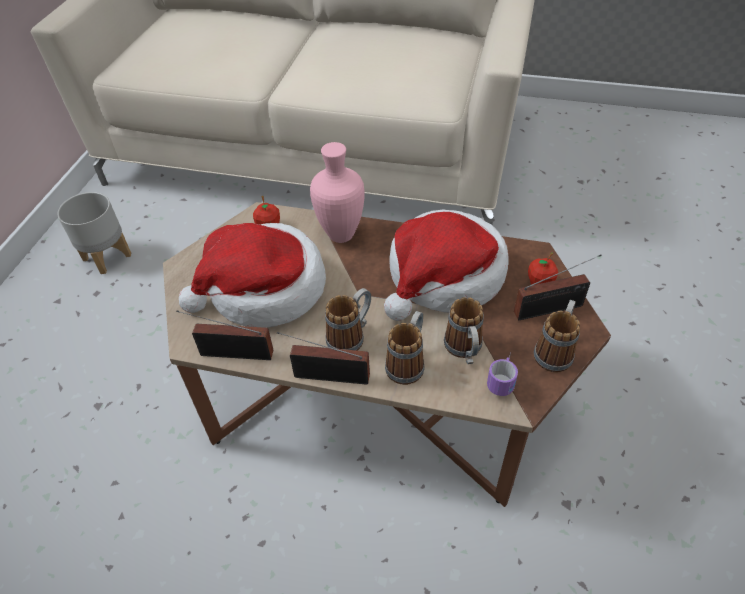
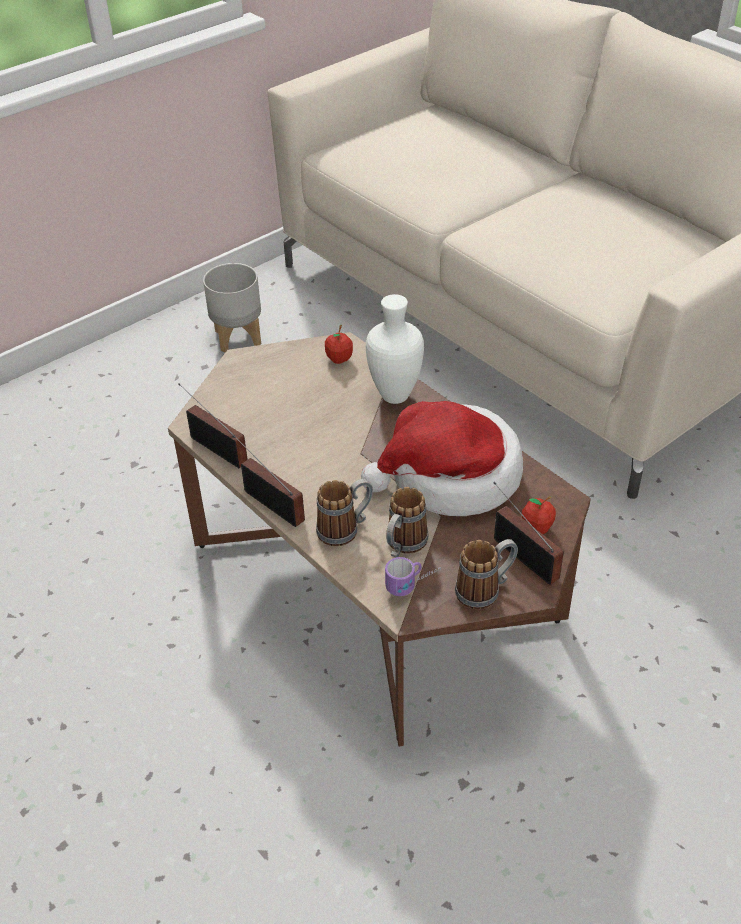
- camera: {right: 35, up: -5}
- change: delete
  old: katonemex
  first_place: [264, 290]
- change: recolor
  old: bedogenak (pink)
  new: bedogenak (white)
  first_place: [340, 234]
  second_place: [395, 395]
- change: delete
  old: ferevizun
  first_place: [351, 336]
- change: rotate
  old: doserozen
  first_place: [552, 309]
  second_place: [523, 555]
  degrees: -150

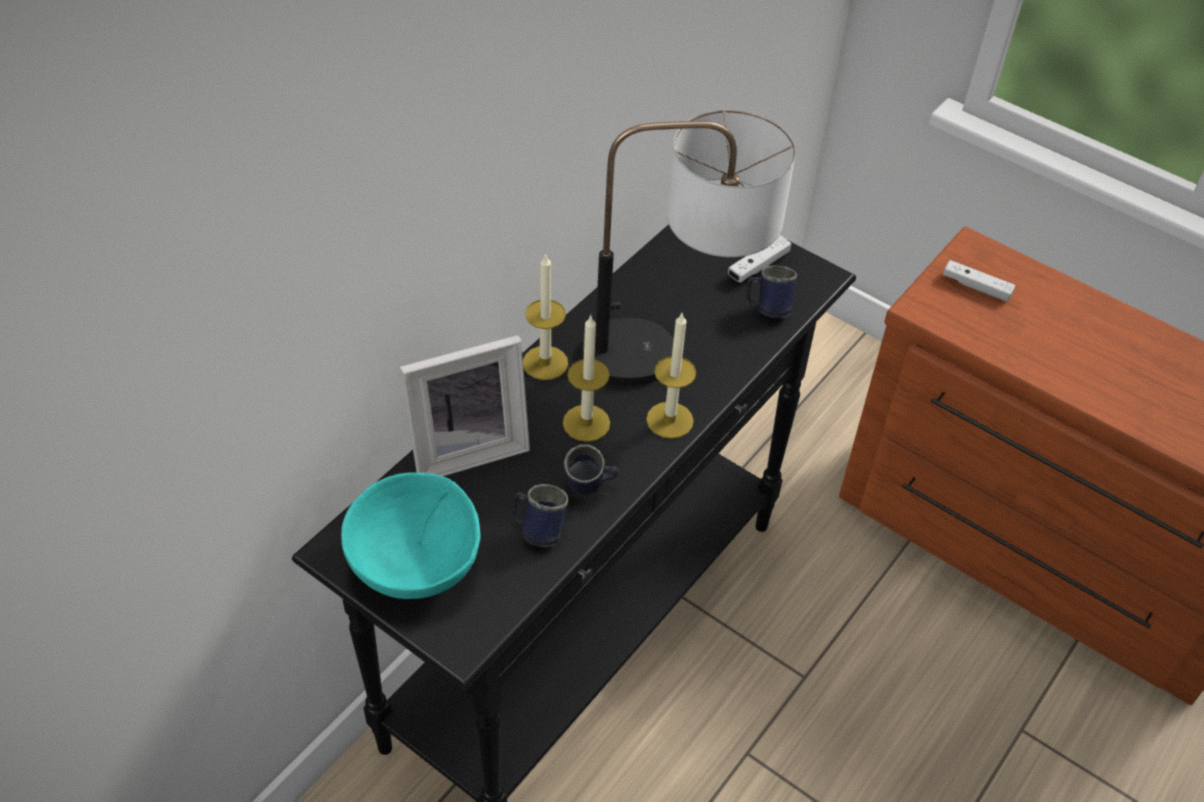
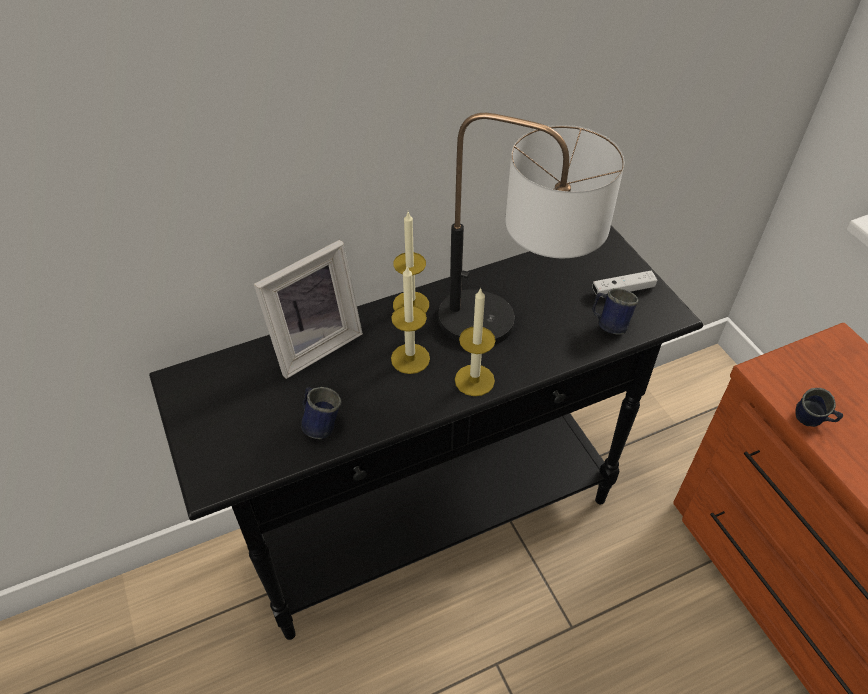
- camera: {right: 30, up: 0}
- change: delete
  old: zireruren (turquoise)
  first_place: [415, 561]
- change: rotate
  old: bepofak
  first_place: [467, 448]
  second_place: [314, 344]
  degrees: -45
- change: move
  old: ferevizun (blue)
  first_place: [590, 489]
  second_place: [811, 423]
- change: delete
  old: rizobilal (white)
  first_place: [976, 287]

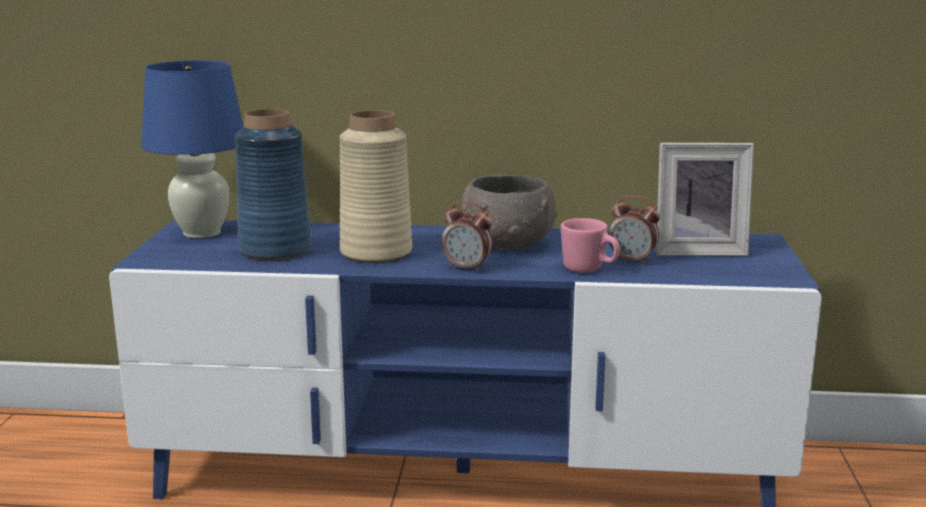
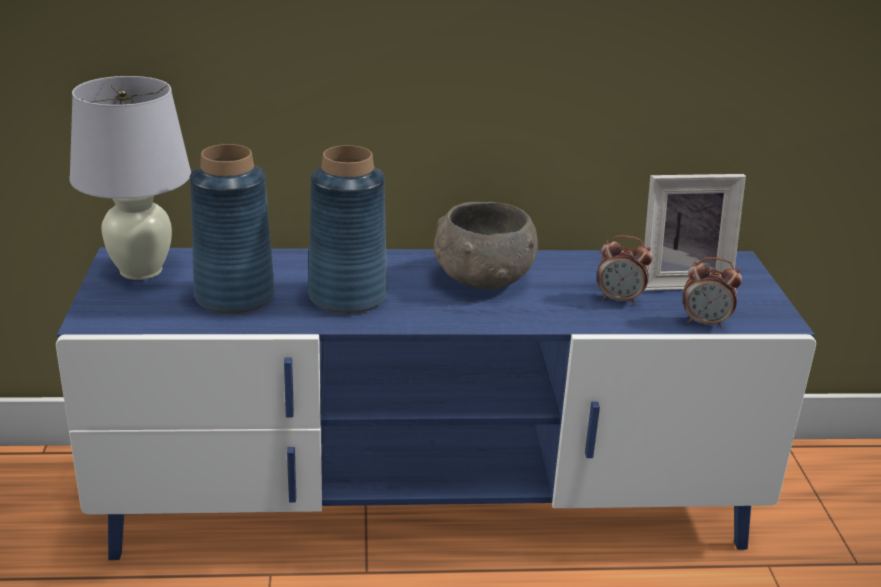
- camera: {right: -10, up: 10}
- change: recolor
  old: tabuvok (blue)
  new: tabuvok (white)
  first_place: [202, 233]
  second_place: [141, 271]
- change: recolor
  old: bedogenak (beige)
  new: bedogenak (blue)
  first_place: [376, 252]
  second_place: [348, 297]
- change: move
  old: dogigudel
  first_place: [467, 268]
  second_place: [705, 323]
- change: delete
  old: ferevizun (pink)
  first_place: [589, 270]

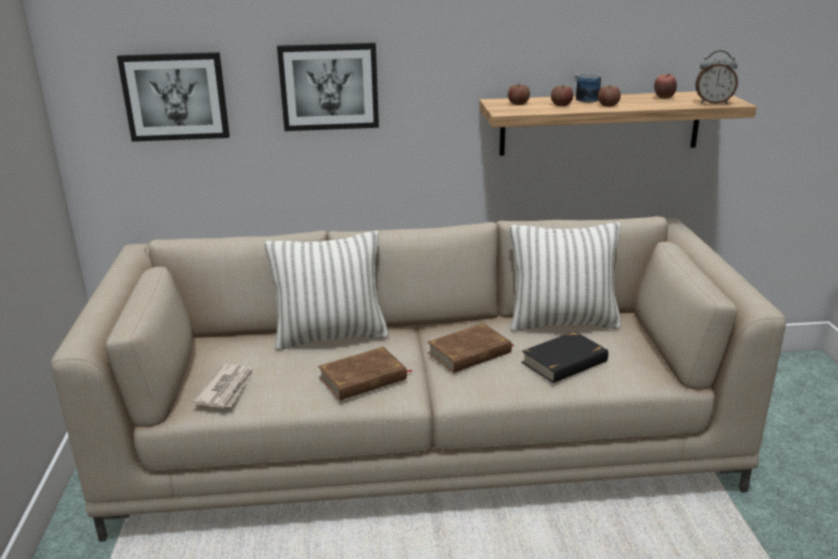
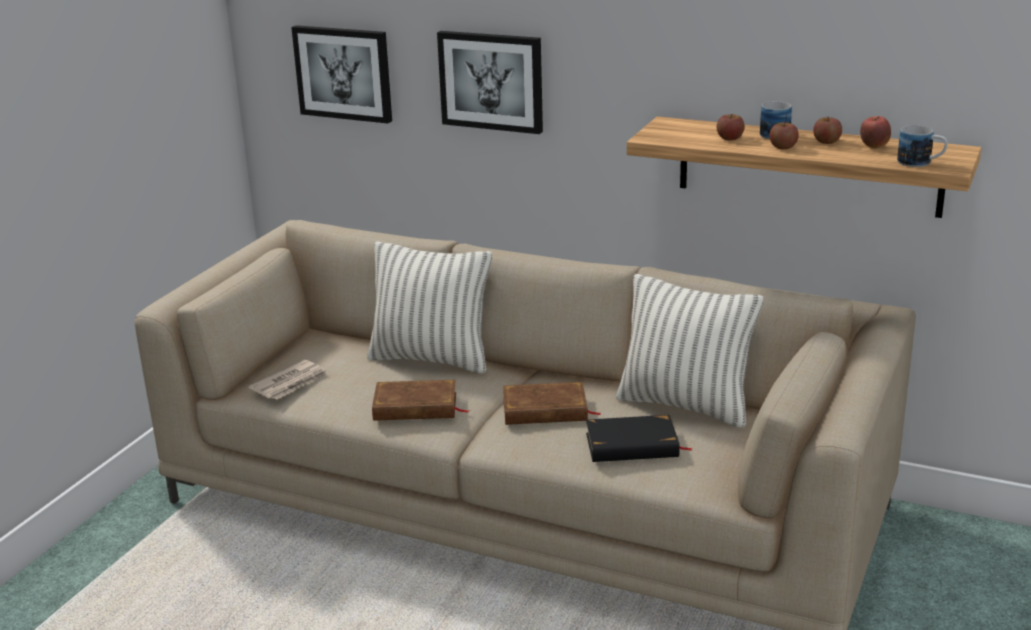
- camera: {right: 30, up: 0}
- change: move
  old: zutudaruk
  first_place: [518, 103]
  second_place: [826, 141]
- change: replace
  old: dogigudel
  new: ferevizun
  first_place: [713, 103]
  second_place: [921, 163]

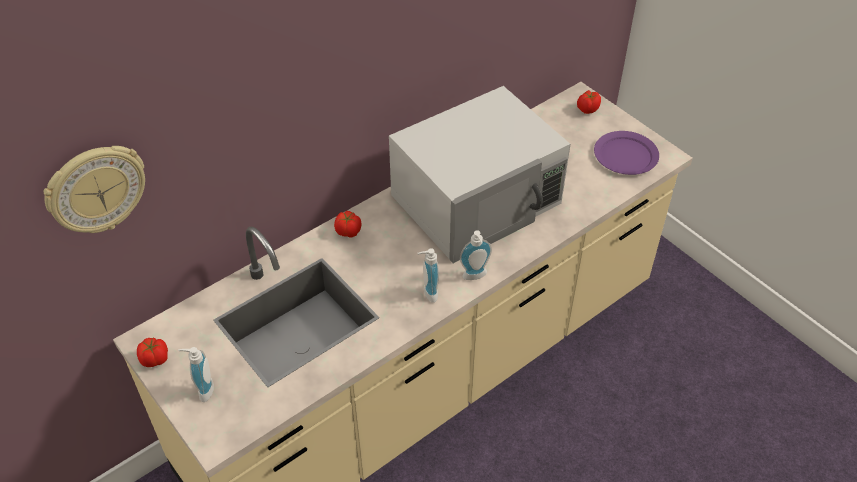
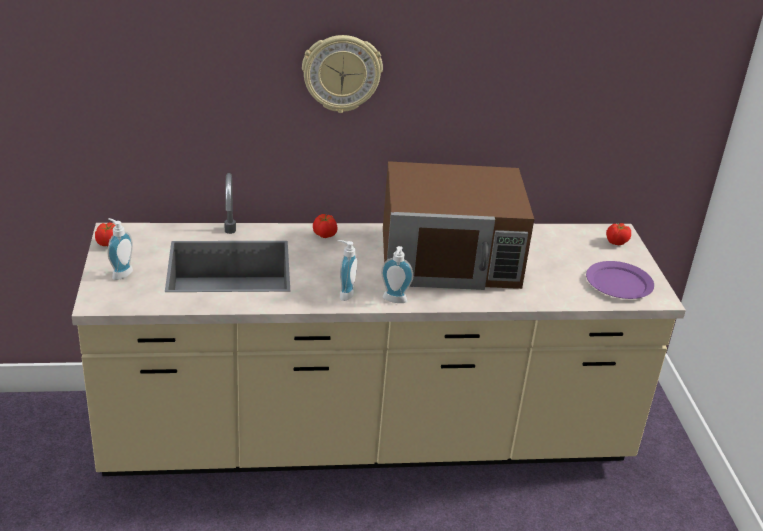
- camera: {right: 30, up: -15}
- change: move
  old: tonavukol
  first_place: [96, 189]
  second_place: [341, 73]
- change: recolor
  old: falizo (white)
  new: falizo (brown)
  first_place: [478, 200]
  second_place: [450, 258]

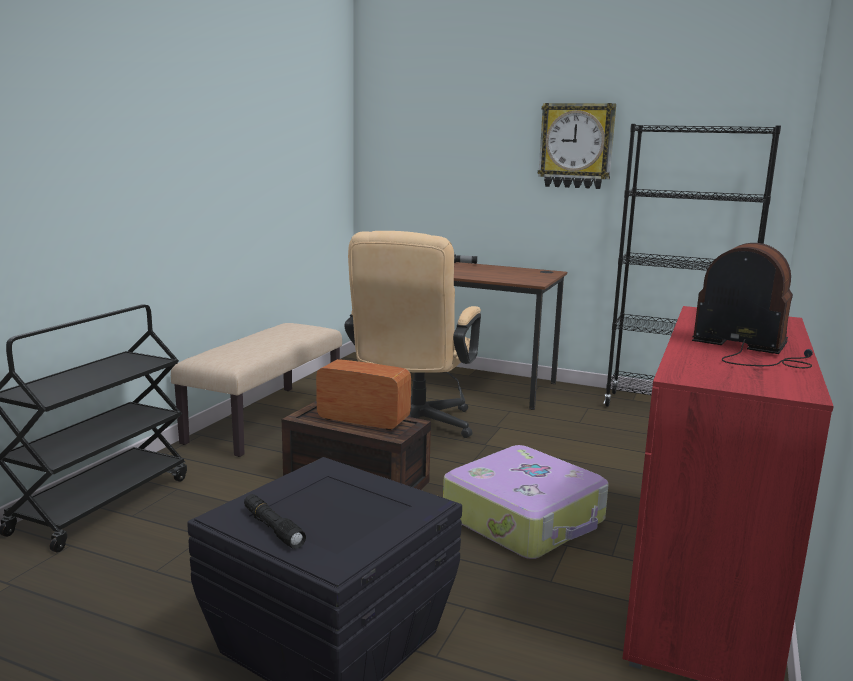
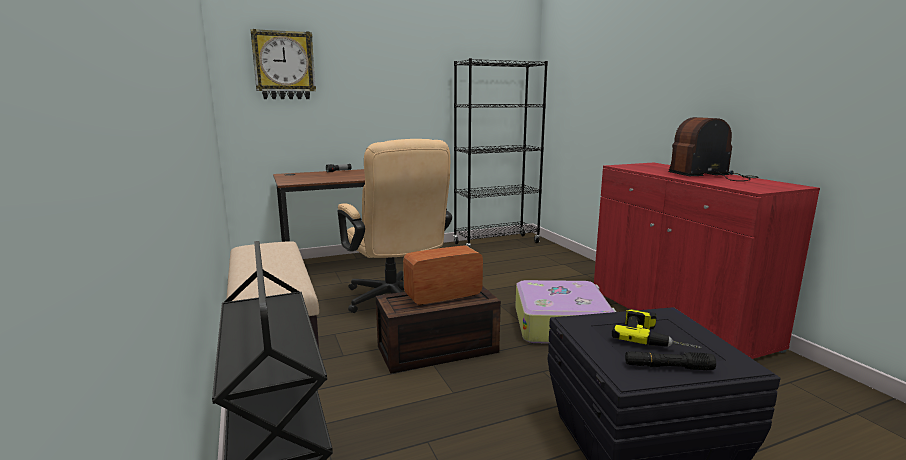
- camera: {right: -45, up: 0}
- change: move
  old: tonavukol
  first_place: [576, 146]
  second_place: [284, 65]
- change: insert
  new: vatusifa
  second_place: [656, 337]

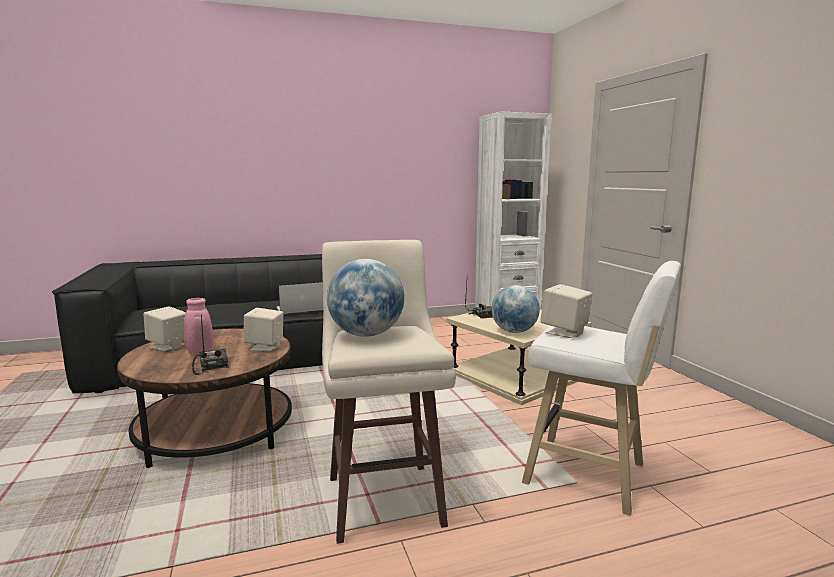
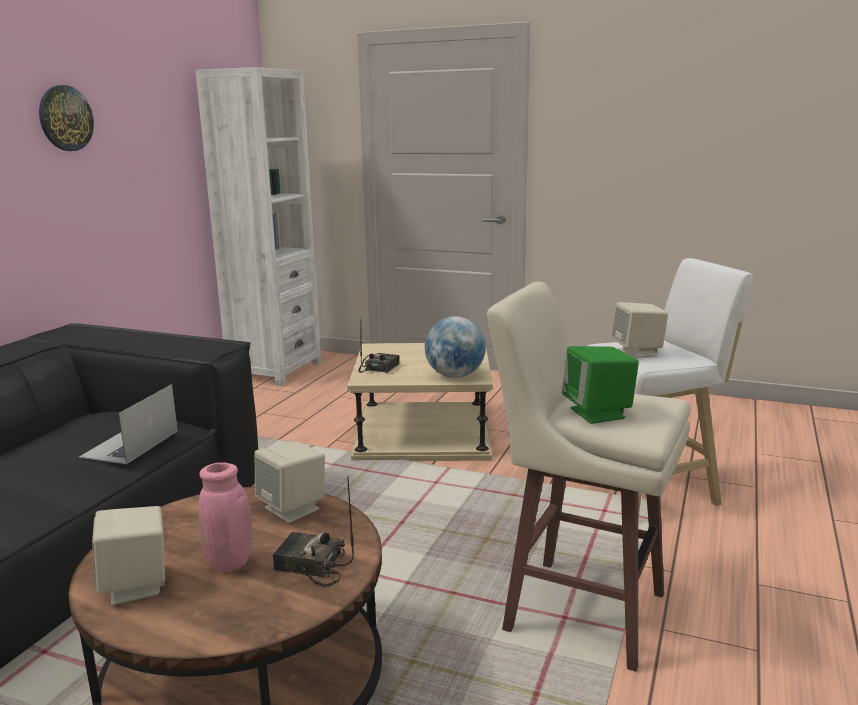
- camera: {right: -50, up: 5}
- change: replace
  old: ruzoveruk
  new: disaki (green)
  first_place: [366, 335]
  second_place: [598, 413]
- change: insert
  new: tonavukol
  second_place: [65, 118]

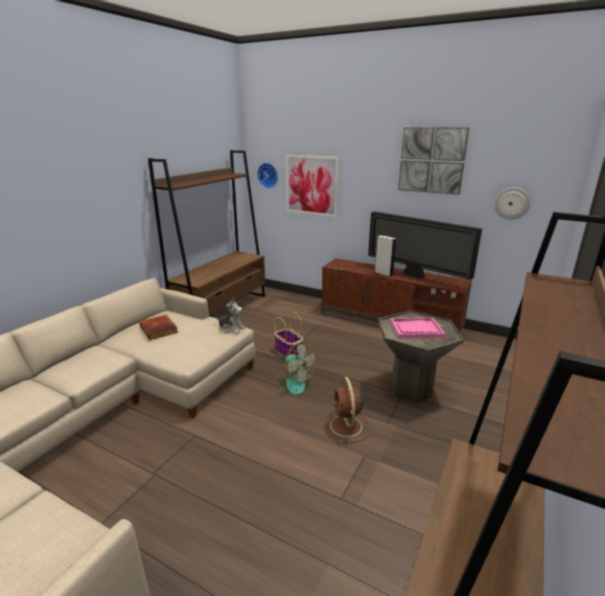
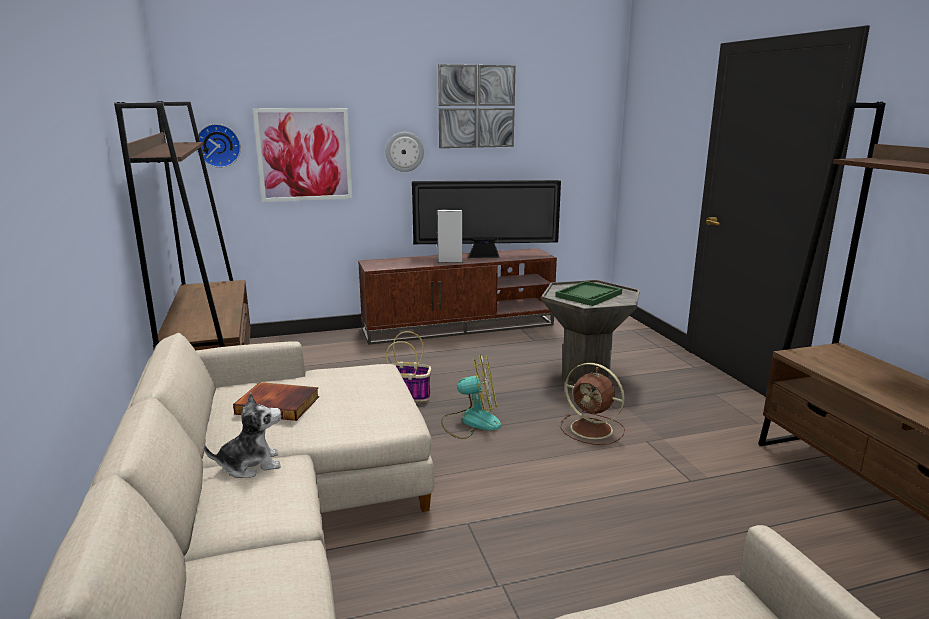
- camera: {right: -45, up: -5}
- change: move
  old: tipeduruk
  first_place: [231, 328]
  second_place: [250, 465]
- change: recolor
  old: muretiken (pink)
  new: muretiken (green)
  first_place: [416, 329]
  second_place: [588, 295]
- change: move
  old: tonavukol
  first_place: [512, 203]
  second_place: [404, 151]

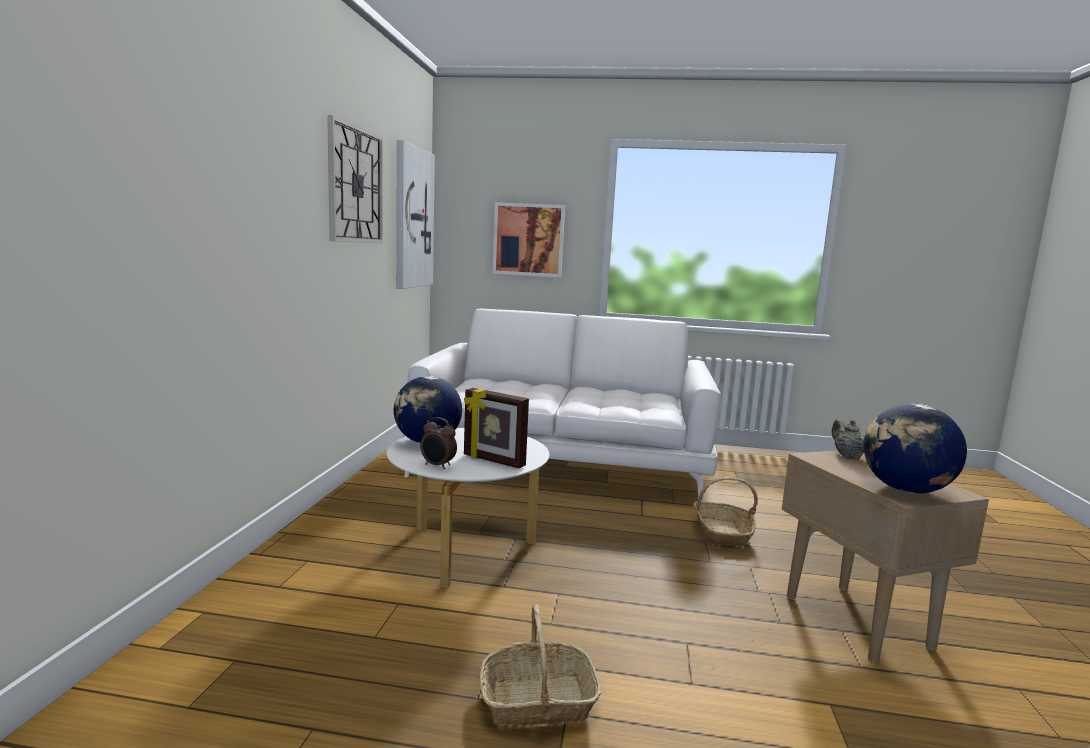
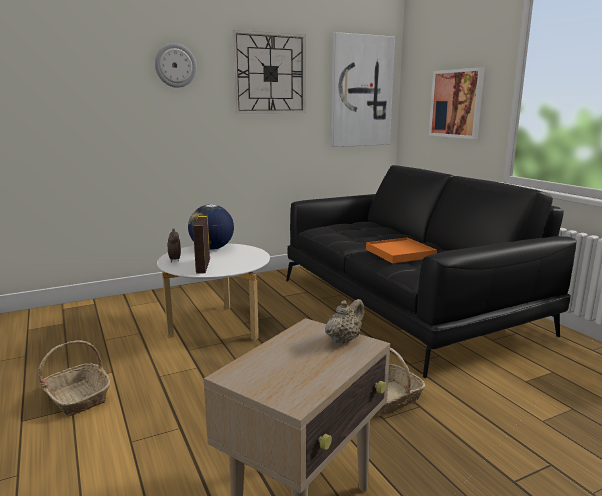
- camera: {right: 55, up: 5}
- change: recolor
  old: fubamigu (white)
  new: fubamigu (black)
  first_place: [564, 461]
  second_place: [406, 306]
- change: delete
  old: ruzoveruk
  first_place: [905, 490]
- change: insert
  new: tonavukol
  second_place: [175, 65]
- change: insert
  new: muretiken (orange)
  second_place: [400, 253]

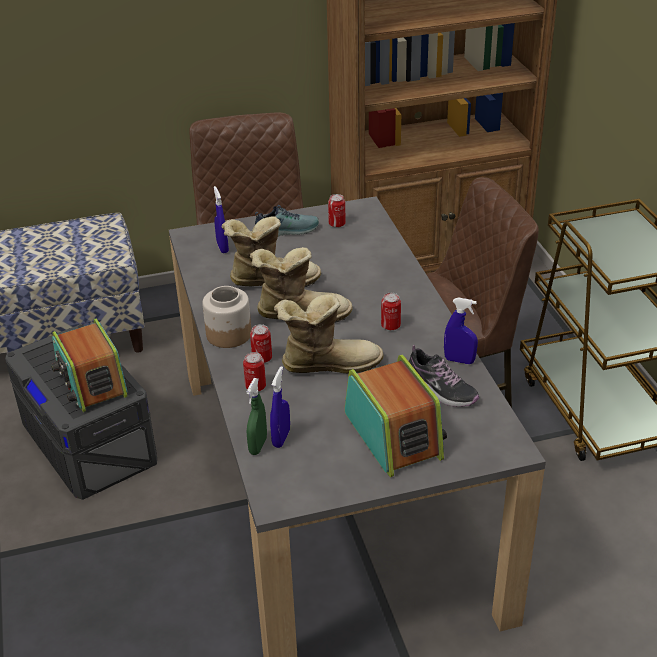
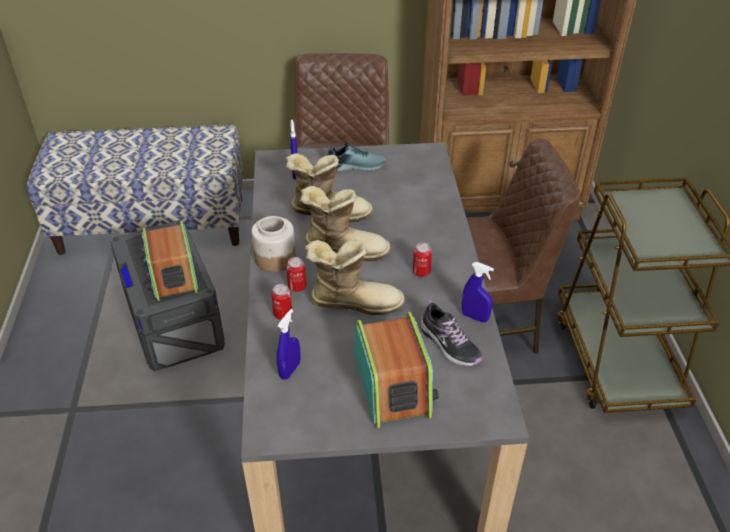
- camera: {right: 10, up: 5}
- change: delete
  old: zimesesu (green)
  first_place: [258, 446]
- change: delete
  old: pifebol
  first_place: [337, 224]

